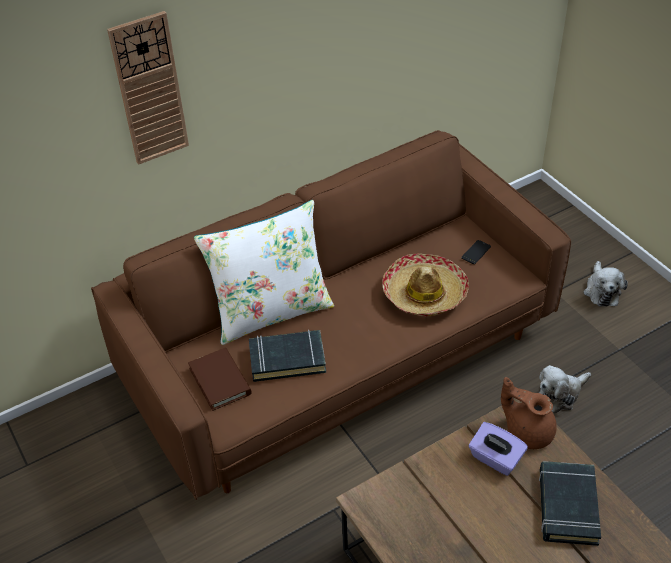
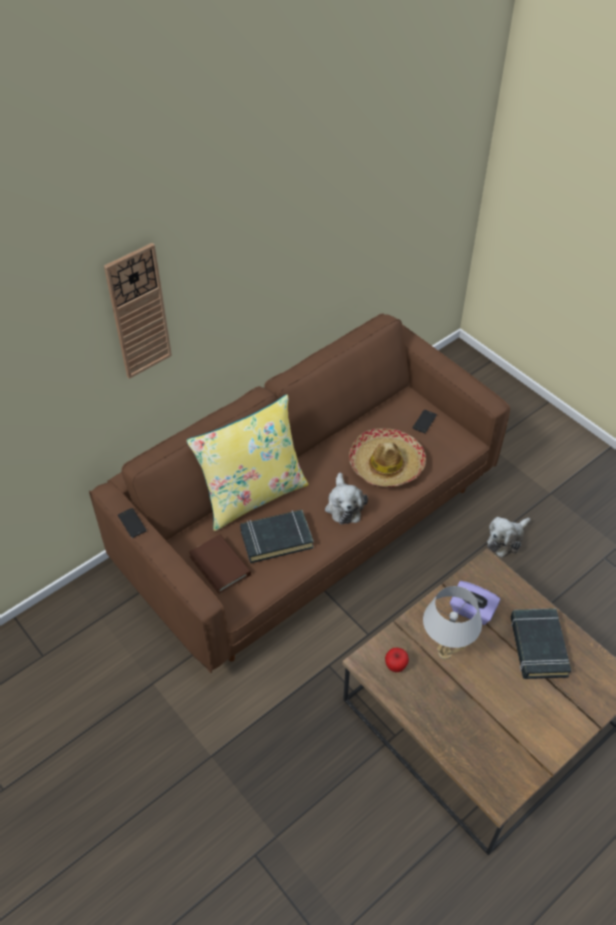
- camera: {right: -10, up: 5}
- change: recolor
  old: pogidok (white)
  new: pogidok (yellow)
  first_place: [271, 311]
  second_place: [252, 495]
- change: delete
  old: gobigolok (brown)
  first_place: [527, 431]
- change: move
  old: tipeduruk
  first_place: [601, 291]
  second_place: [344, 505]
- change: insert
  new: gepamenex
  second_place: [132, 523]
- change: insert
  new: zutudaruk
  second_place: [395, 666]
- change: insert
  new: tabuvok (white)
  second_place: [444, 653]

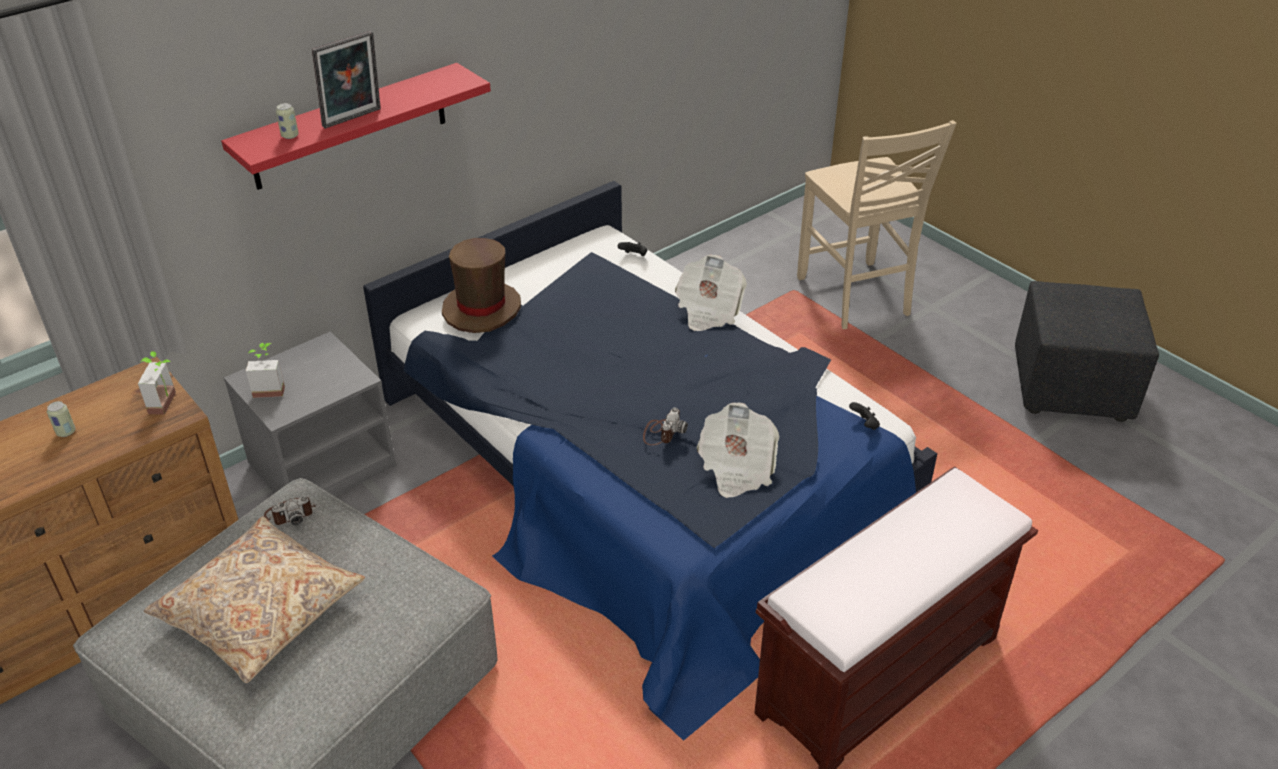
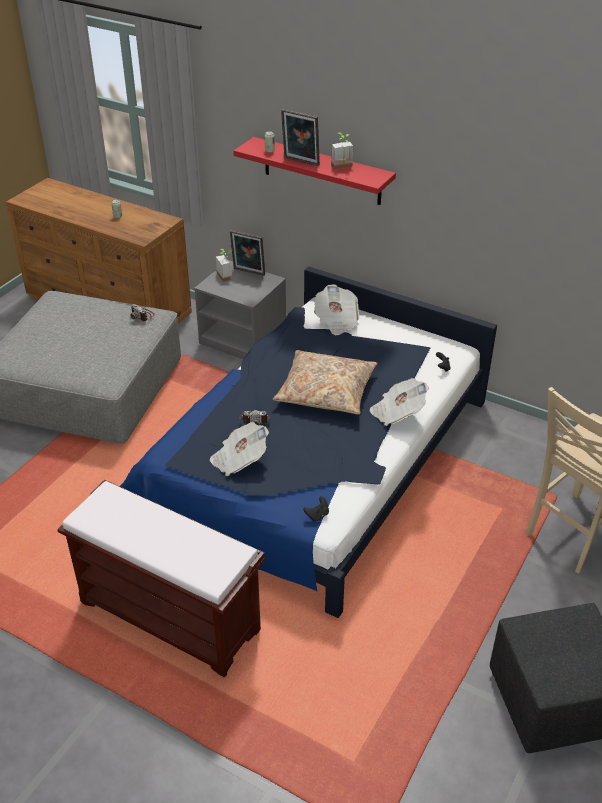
- camera: {right: 70, up: 0}
- change: move
  old: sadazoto
  first_place: [169, 403]
  second_place: [343, 168]
- change: move
  old: pogidok (beige)
  first_place: [260, 610]
  second_place: [326, 391]
- change: replace
  old: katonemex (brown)
  new: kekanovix
  first_place: [482, 309]
  second_place: [336, 321]
- change: insert
  new: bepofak
  second_place: [248, 272]

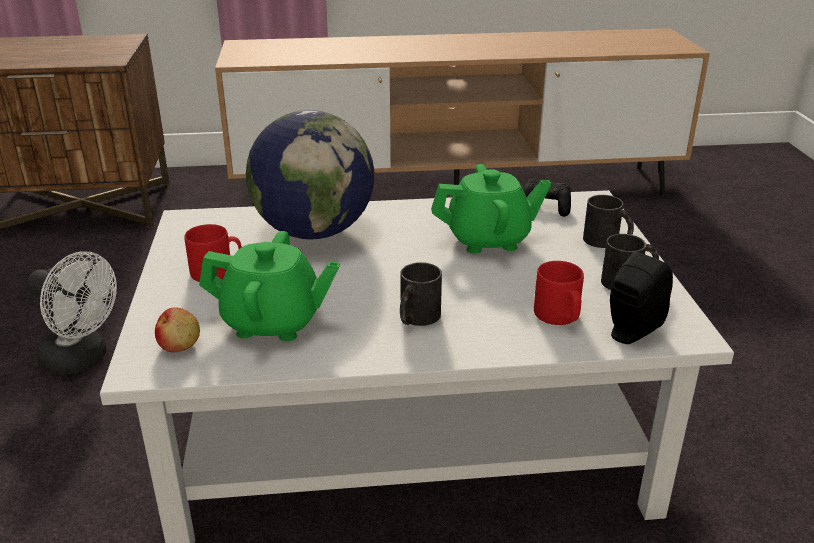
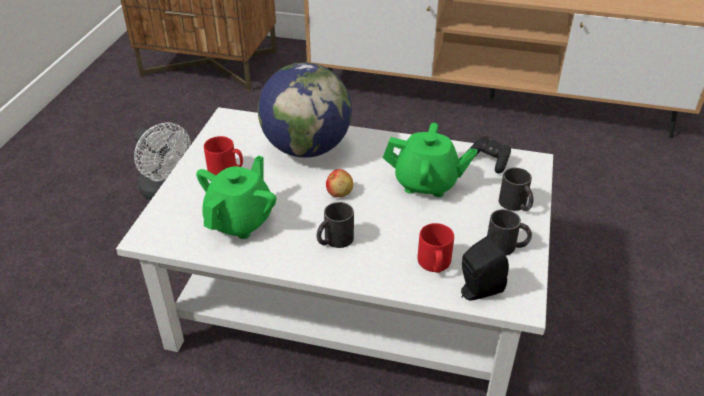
- camera: {right: 20, up: 10}
- change: move
  old: zutudaruk
  first_place: [180, 345]
  second_place: [340, 192]
- change: rotate
  old: gobigolok (green)
  first_place: [273, 322]
  second_place: [240, 220]
  degrees: -90

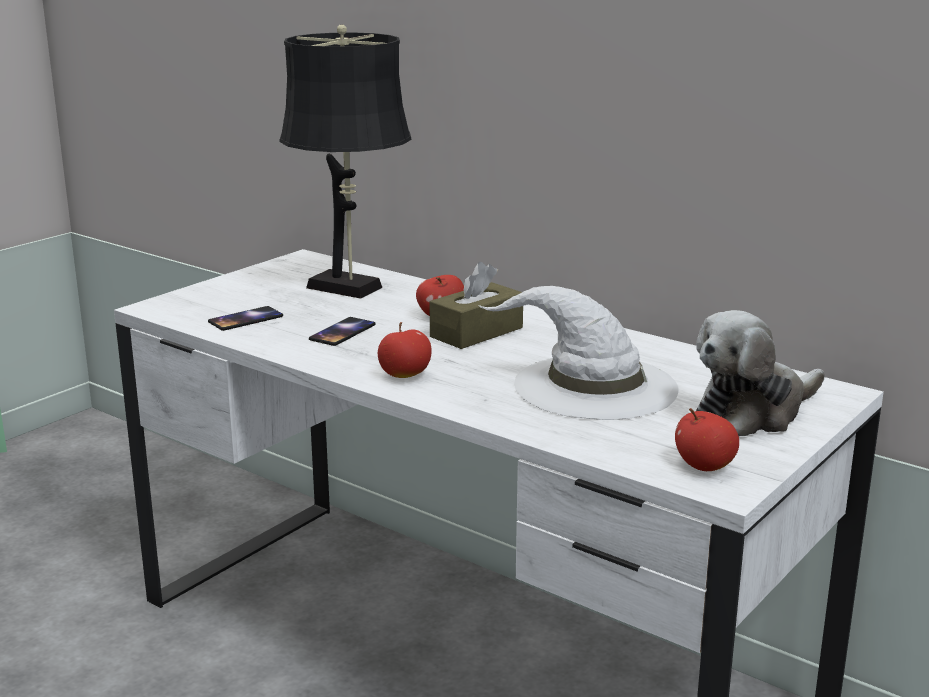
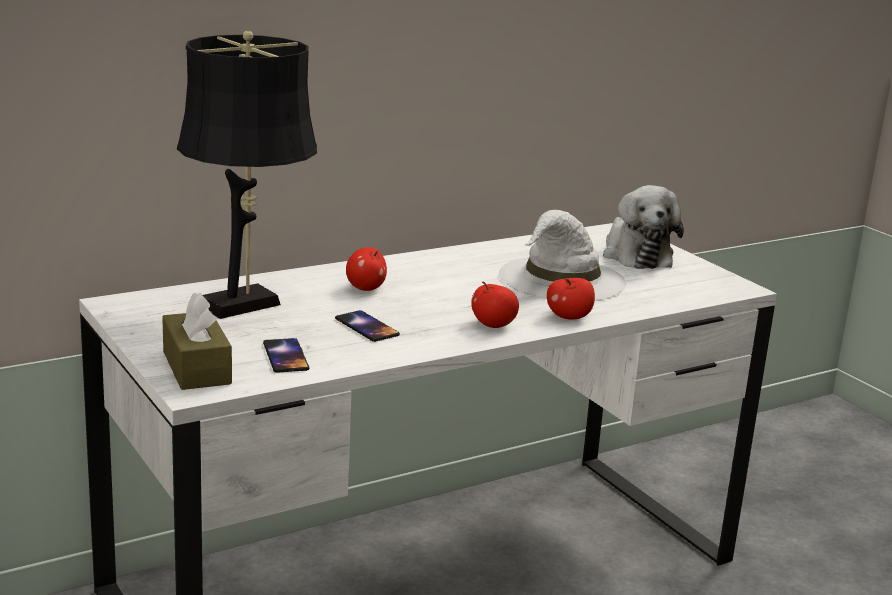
- camera: {right: -70, up: 0}
- change: move
  old: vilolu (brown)
  first_place: [476, 332]
  second_place: [196, 367]
- change: move
  old: zutudaruk
  first_place: [704, 466]
  second_place: [569, 317]

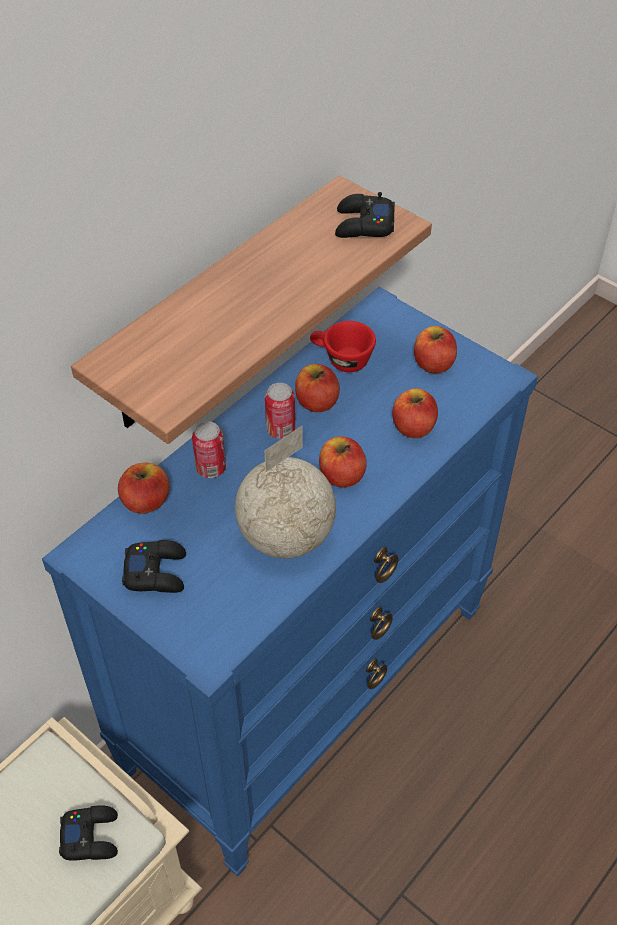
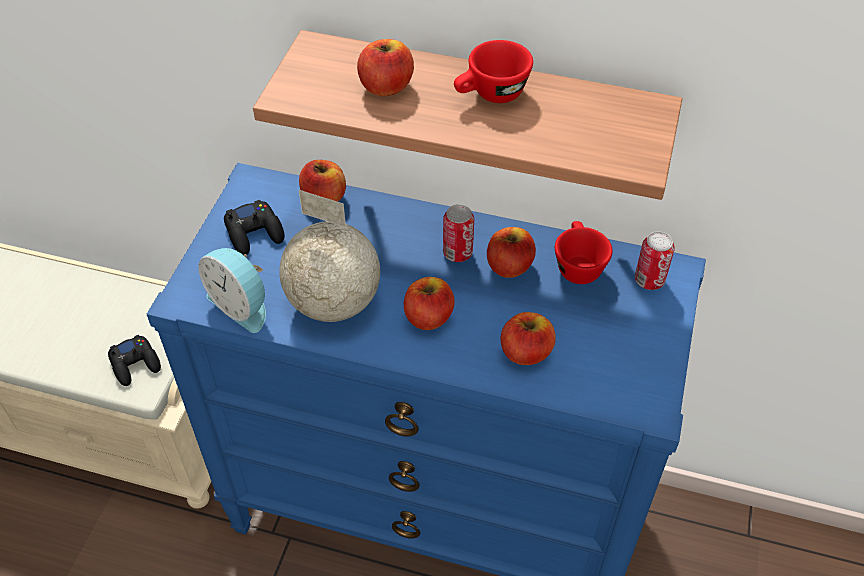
- camera: {right: 65, up: 0}
- change: move
  old: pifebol
  first_place: [211, 468]
  second_place: [649, 280]
- change: delete
  old: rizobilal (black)
  first_place: [363, 225]
- change: move
  old: zutudaruk
  first_place: [433, 364]
  second_place: [386, 86]
- change: insert
  new: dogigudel
  second_place: [241, 305]
- change: insert
  new: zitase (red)
  second_place: [491, 95]

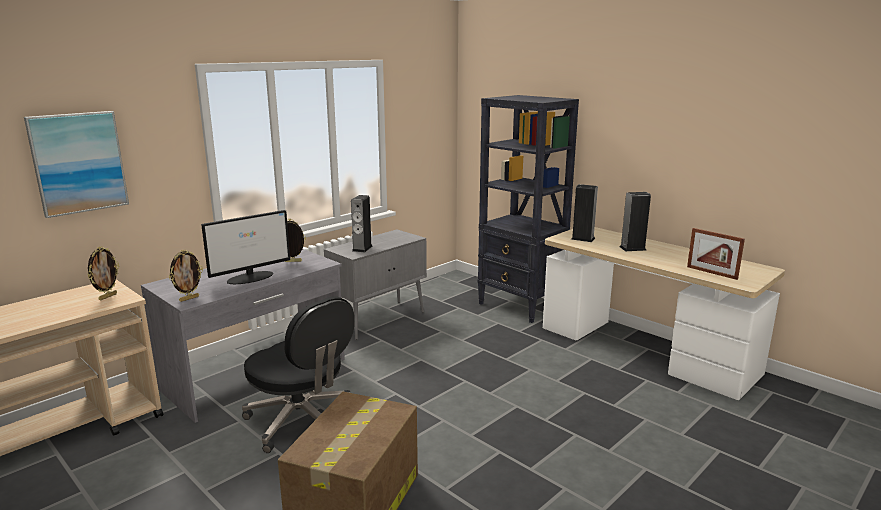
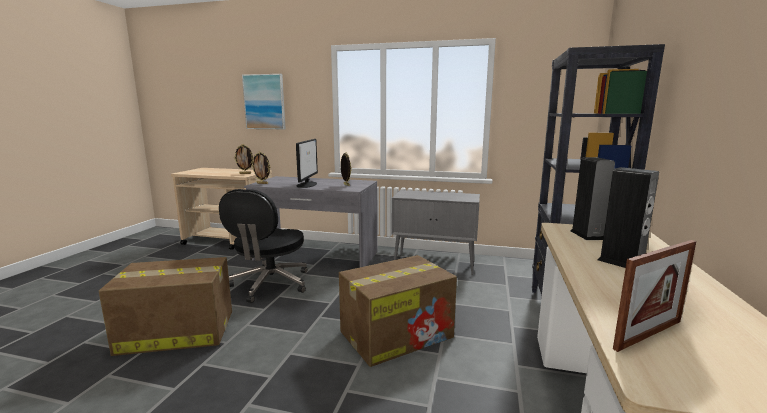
- camera: {right: 60, up: -5}
- change: rotate
  old: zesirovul
  first_place: [251, 277]
  second_place: [307, 184]
  degrees: -105
- change: delete
  old: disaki
  first_place: [362, 248]
- change: rotate
  old: bepofak
  first_place: [711, 273]
  second_place: [648, 334]
  degrees: -135
- change: insert
  new: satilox
  second_place: [397, 334]

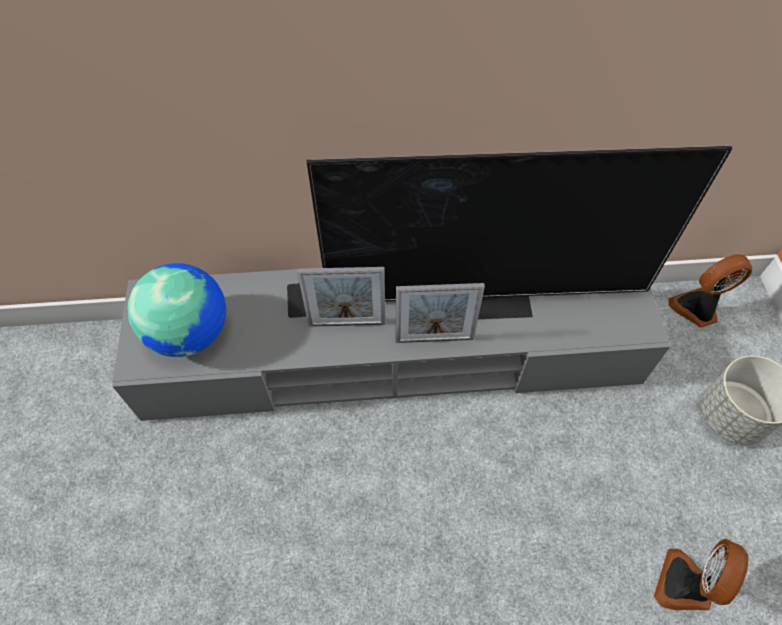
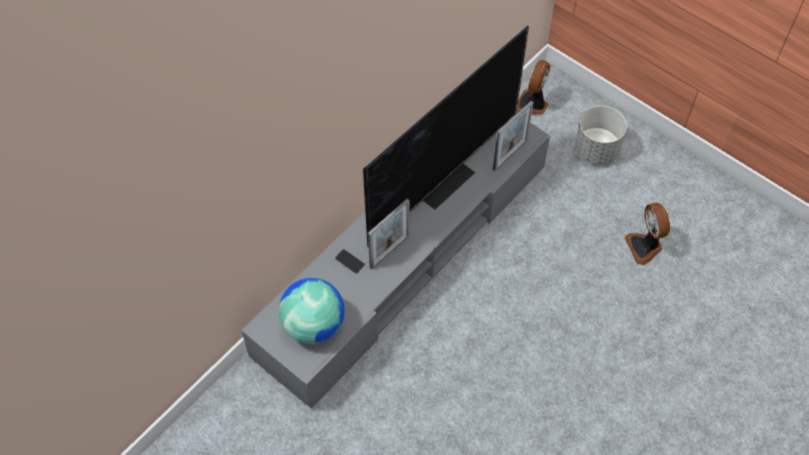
- camera: {right: -45, up: 0}
- change: move
  old: bepofak
  first_place: [434, 339]
  second_place: [510, 154]

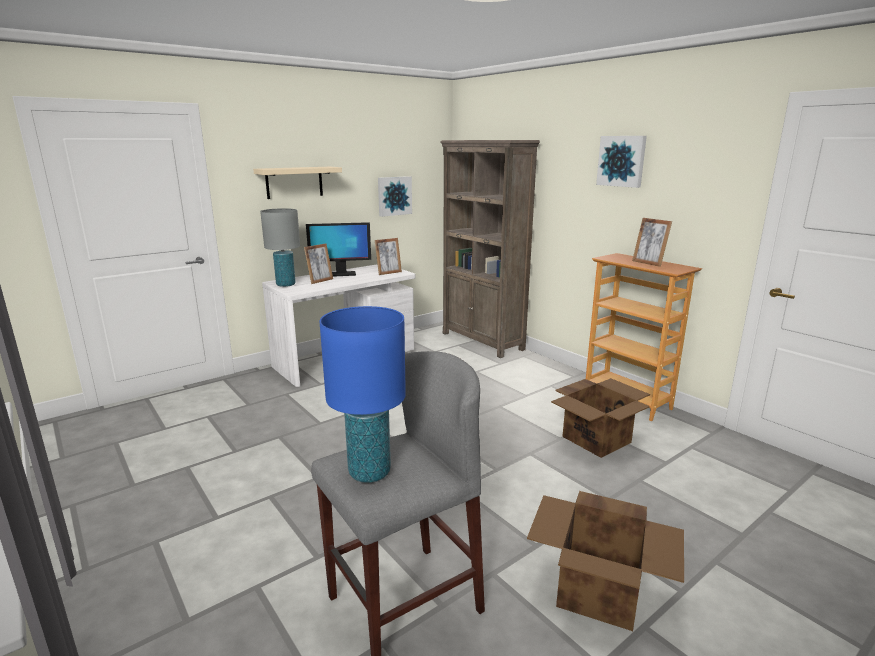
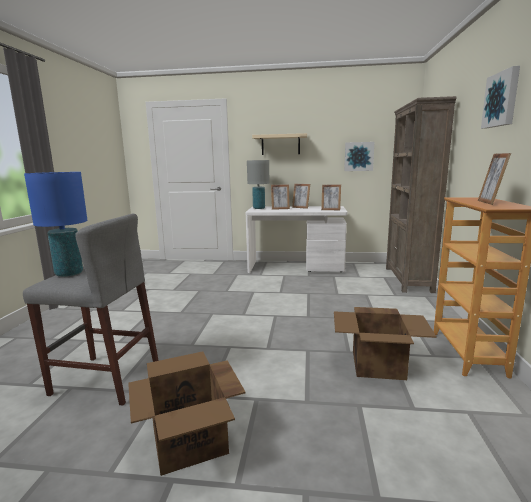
- camera: {right: 45, up: -5}
- change: replace
  old: zesirovul
  new: bepofak
  first_place: [341, 274]
  second_place: [301, 207]

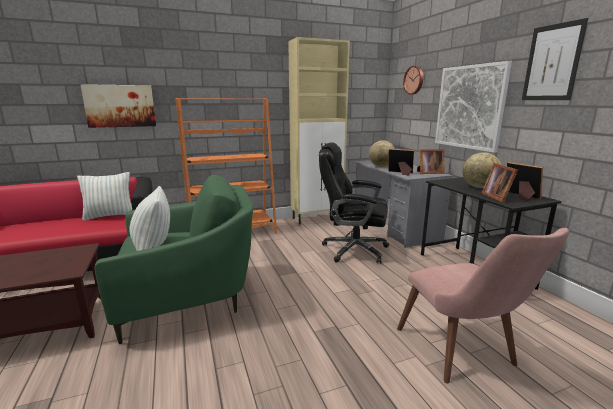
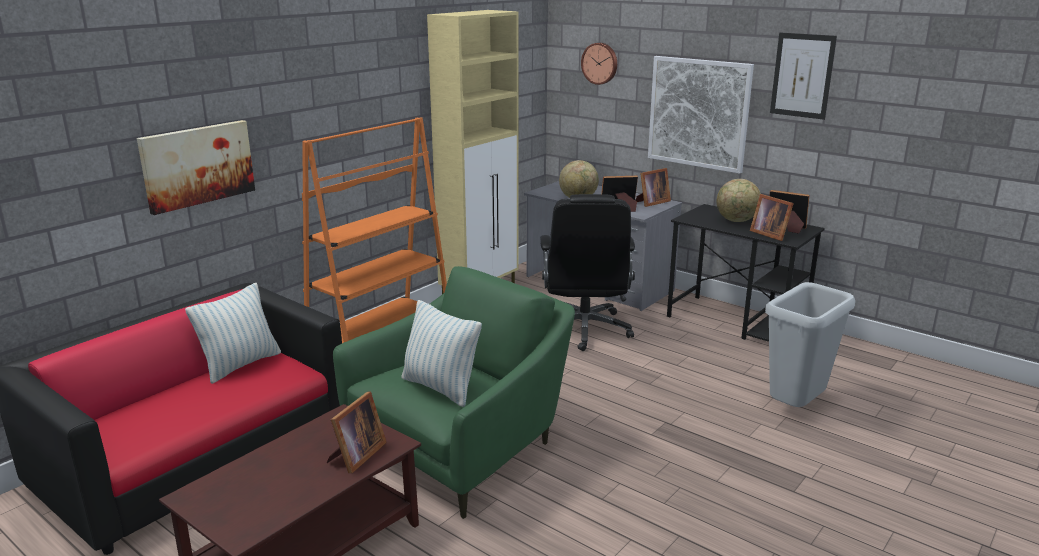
- camera: {right: -30, up: 5}
- change: rotate
  old: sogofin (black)
  first_place: [353, 249]
  second_place: [584, 330]
  degrees: -75
- change: replace
  old: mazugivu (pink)
  new: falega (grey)
  first_place: [464, 354]
  second_place: [796, 409]
- change: insert
  new: bepofak
  second_place: [356, 456]

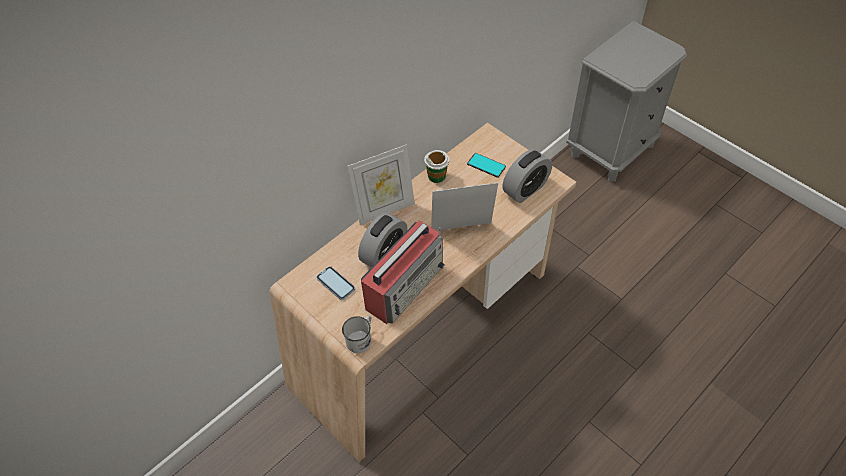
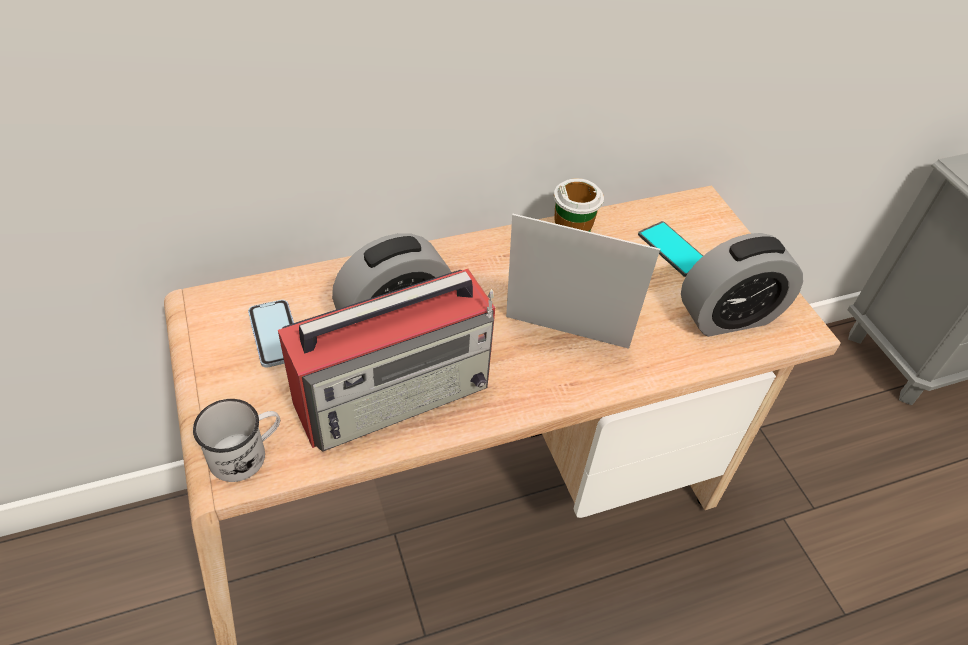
- camera: {right: 20, up: -5}
- change: delete
  old: bepofak
  first_place: [385, 210]

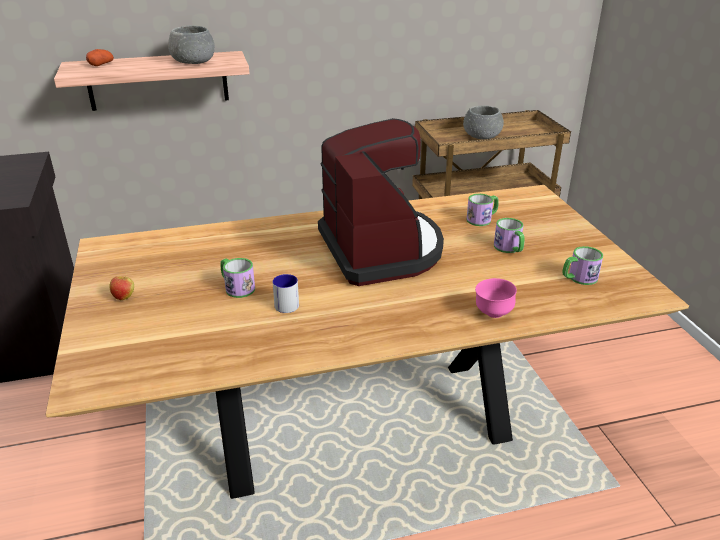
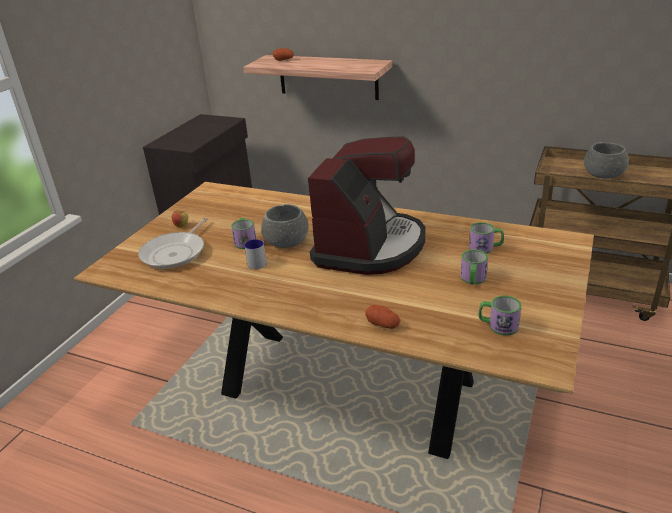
- camera: {right: 40, up: 0}
- change: move
  old: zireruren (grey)
  first_place: [193, 61]
  second_place: [286, 241]
- change: replace
  old: zireruren (pink)
  new: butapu
  first_place: [492, 314]
  second_place: [383, 324]
- change: insert
  new: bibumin
  second_place: [176, 253]

